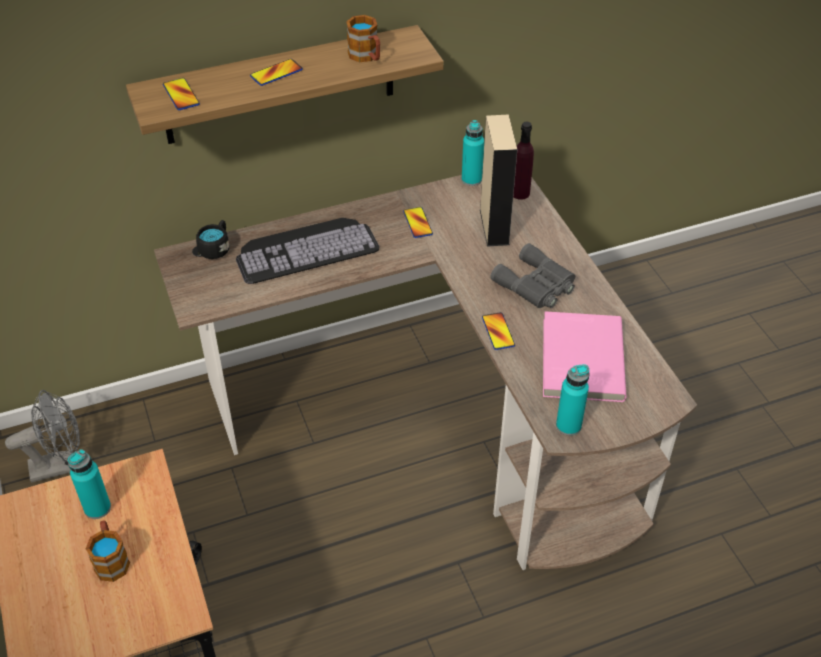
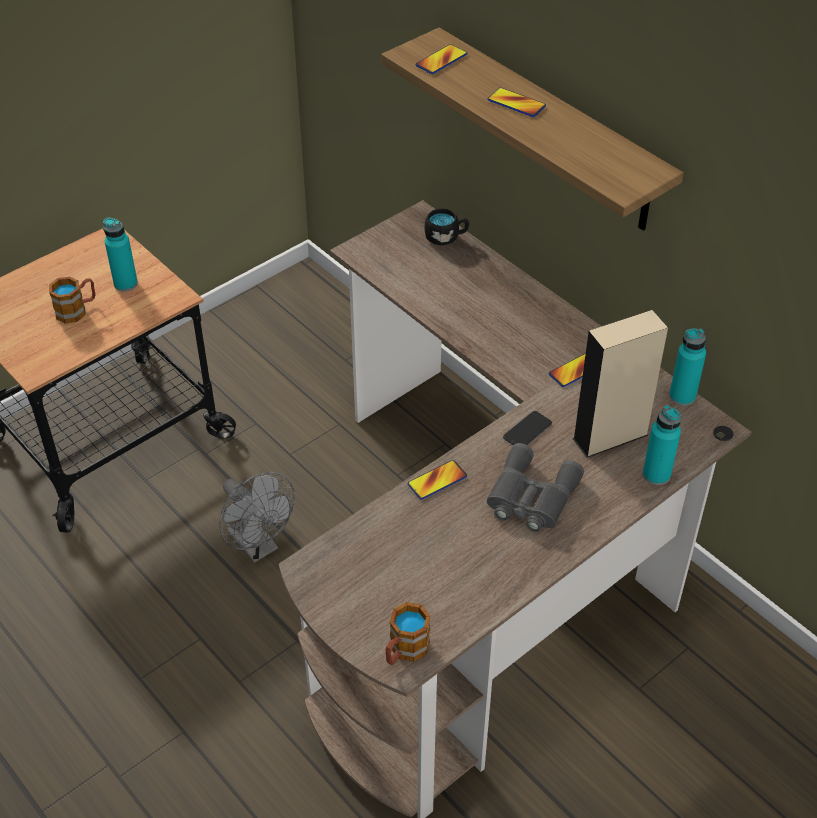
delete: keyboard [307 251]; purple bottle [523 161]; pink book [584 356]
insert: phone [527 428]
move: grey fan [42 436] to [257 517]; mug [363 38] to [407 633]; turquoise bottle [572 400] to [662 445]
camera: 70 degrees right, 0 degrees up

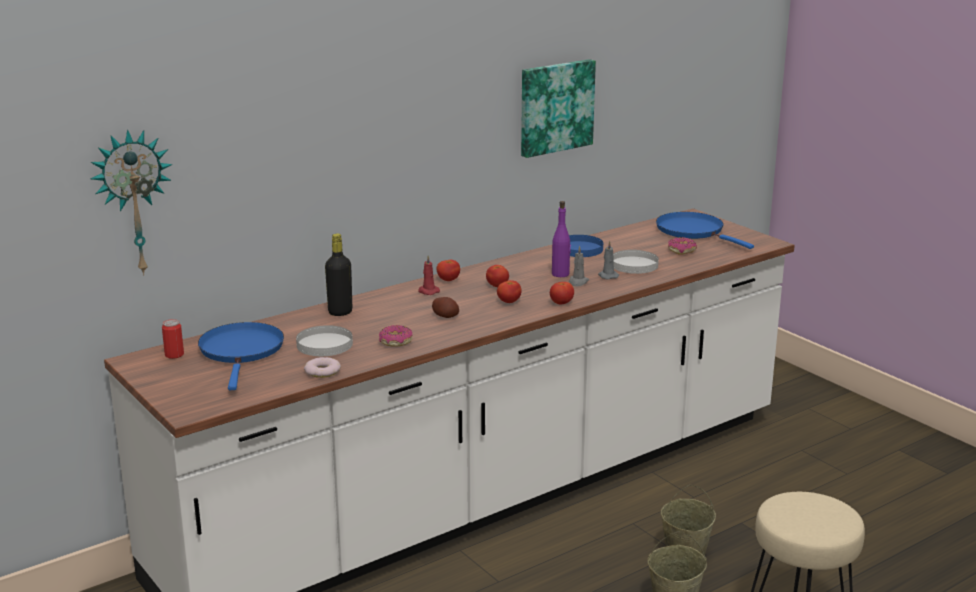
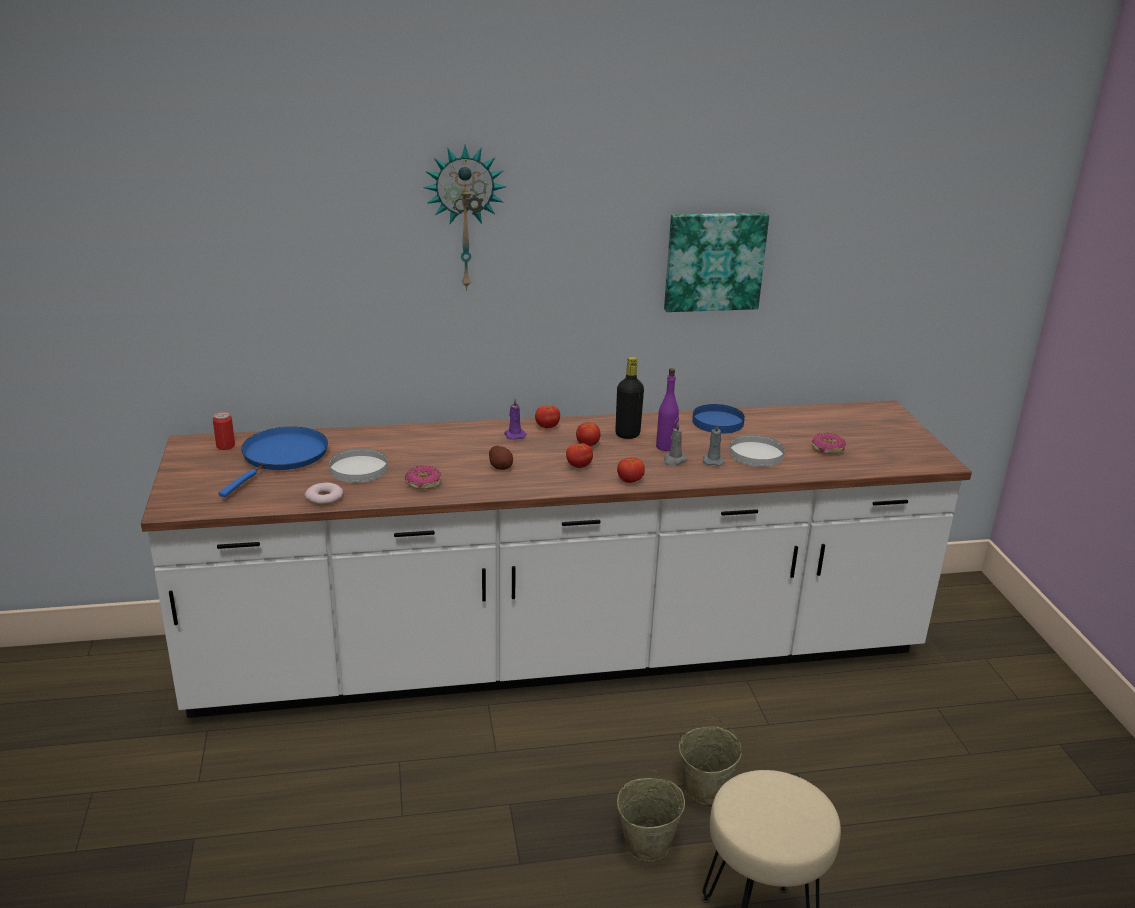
delete: blue frying pan [705 230]
move: wall clock [131 202] to [465 218]; black bottle [338 275] to [629 398]
recolor: red candle [429 275] to purple candle [515 419]
camera: 25 degrees right, 5 degrees up

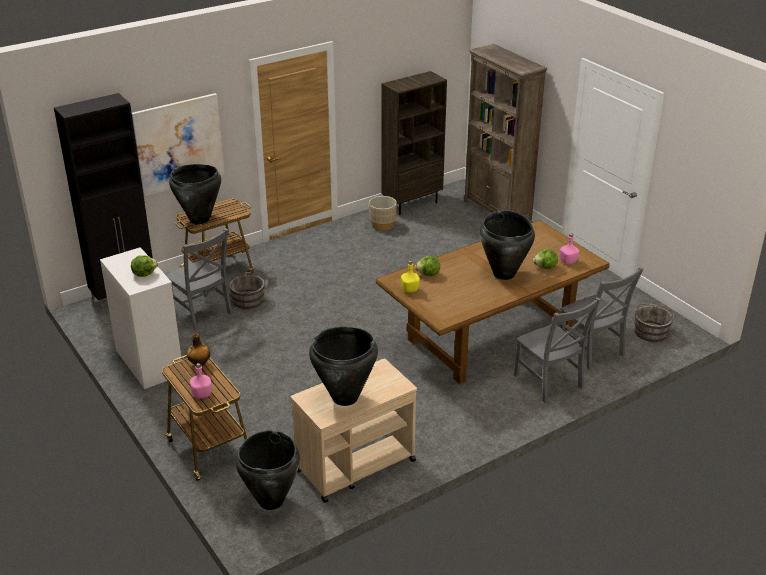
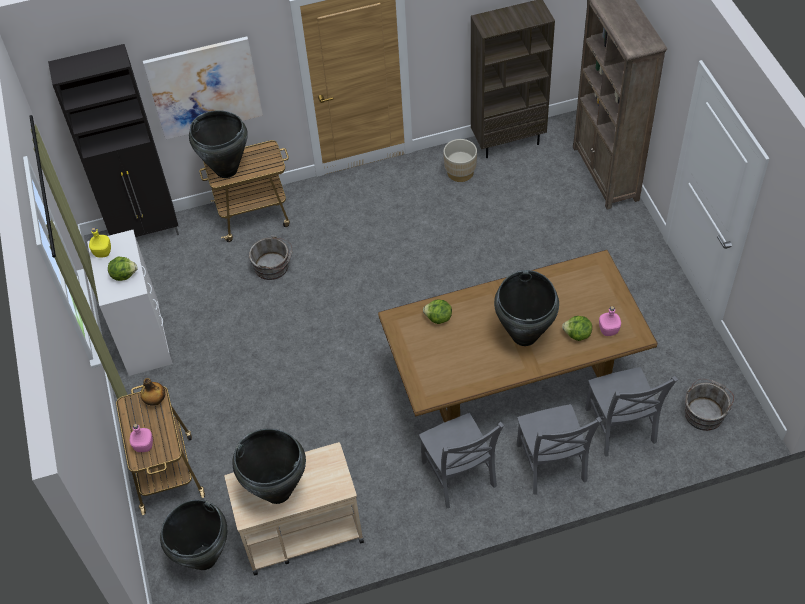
move: grey chair [199 279] to [461 460]; yellow bottle [410 277] to [100 243]
camera: 20 degrees right, 20 degrees up

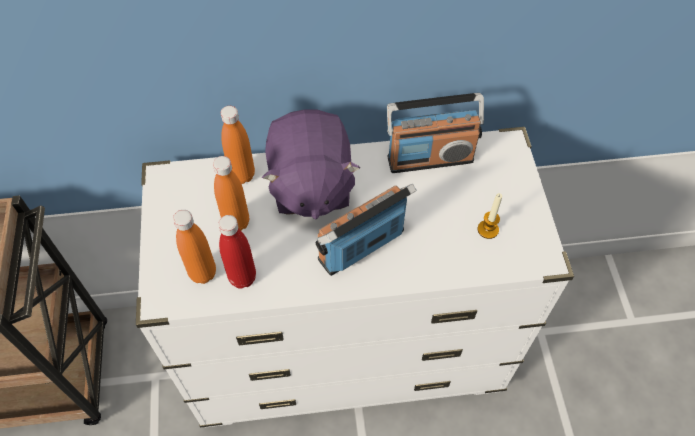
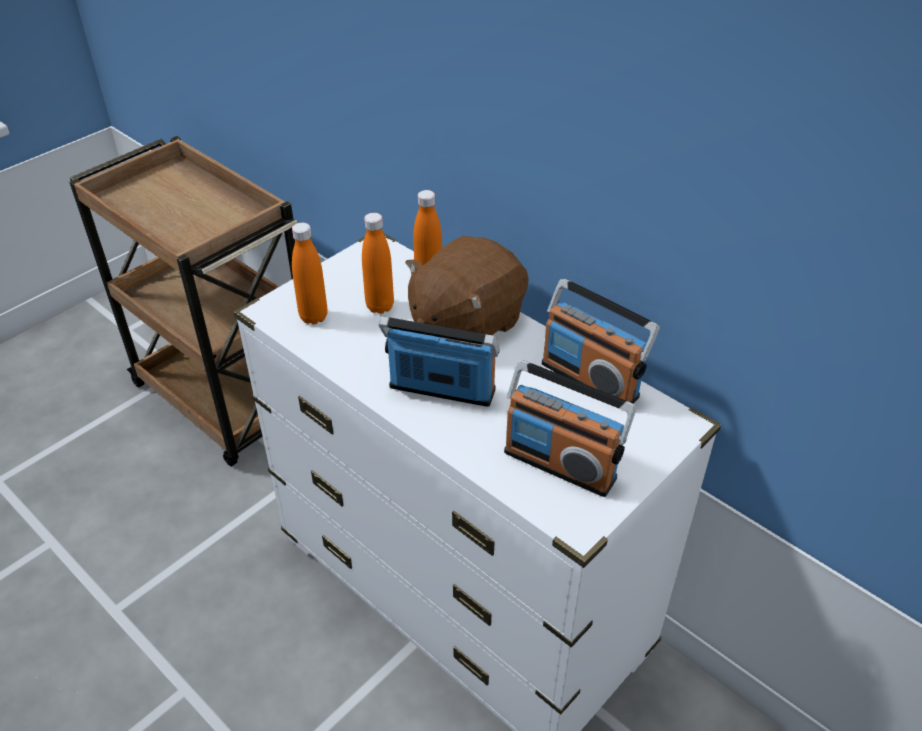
delete: red bottle [237 252]
replace: candle [490 216] to radio [570 428]
recolor: purple plush toy [311 164] to brown plush toy [467 285]
camera: 50 degrees right, 15 degrees down

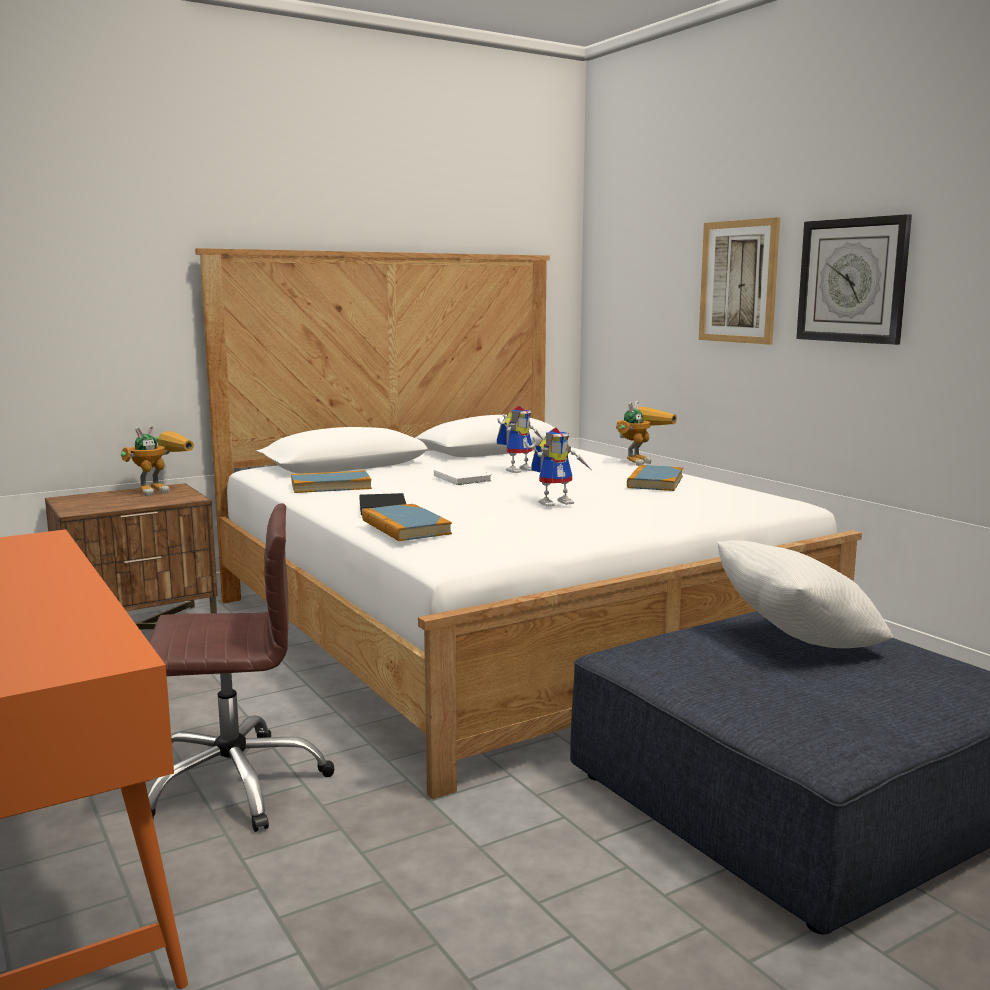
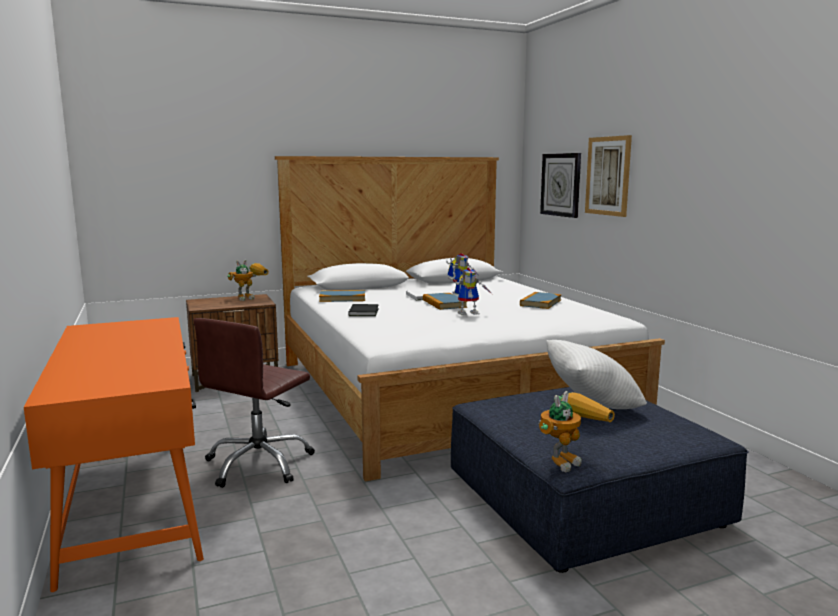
move: book [407 522] to [445 301]; toy robot [646 433] to [576 431]; wall clock [854 279] to [560 185]
rotate: brown office chair [241 667] = [254 403] 120 degrees clockwise
camera: 10 degrees right, 0 degrees up

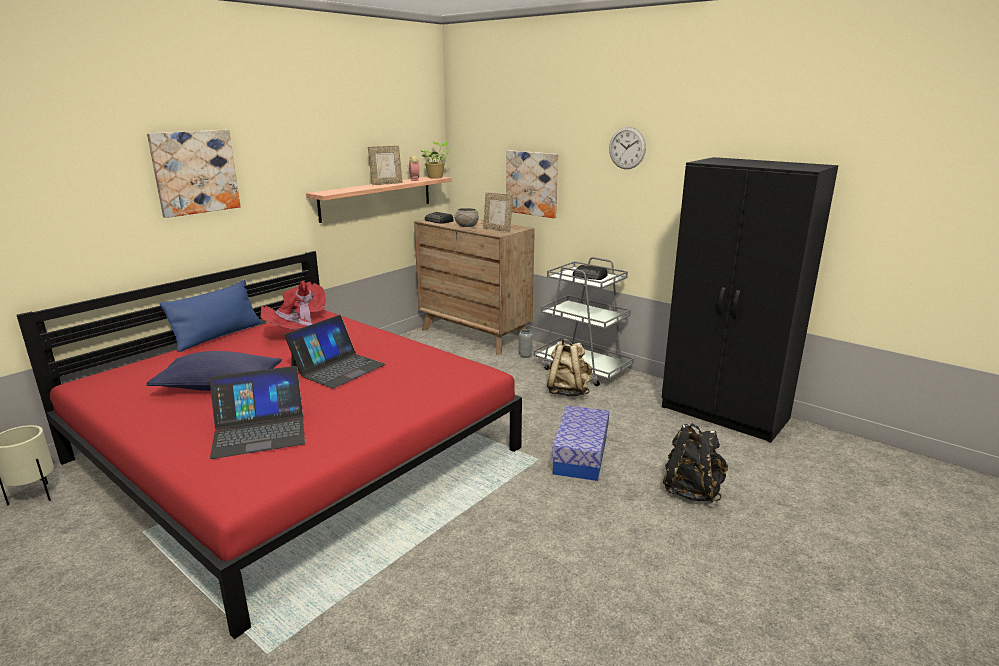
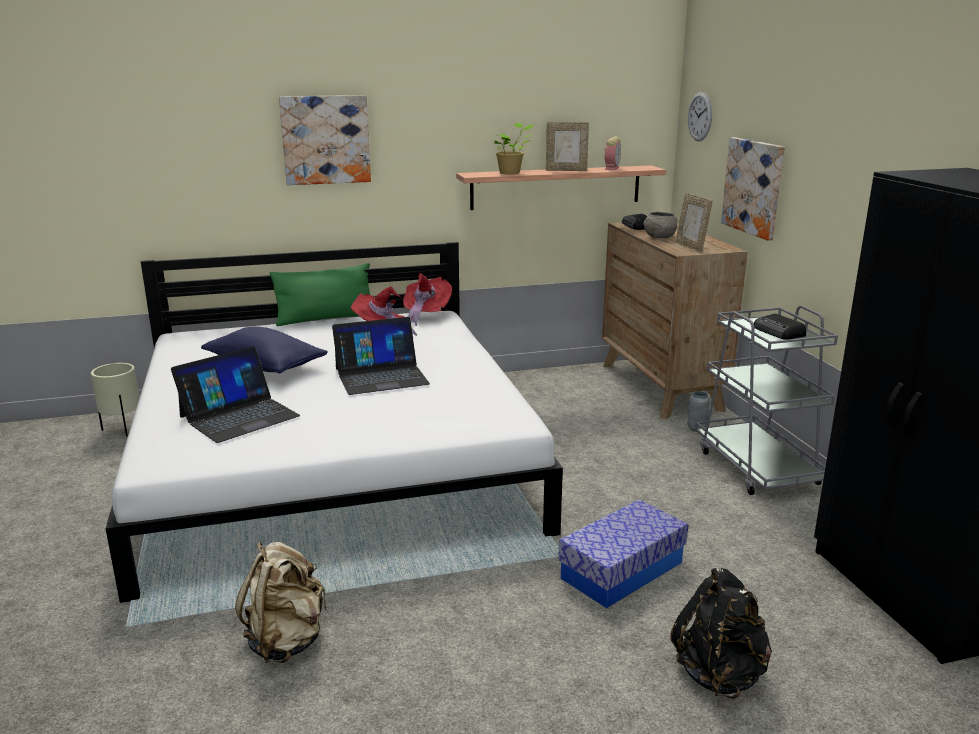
move: potted plant [436 160] to [514 149]; beige backpack [569 367] to [281 602]; wall clock [627 148] to [700 116]
recolor: red bed [269 445] to white bed [334 422]; blue pillow [210 316] to green pillow [320 294]
rotate: laptop [257 412] = [235 394] 60 degrees counterclockwise
camera: 35 degrees right, 0 degrees up

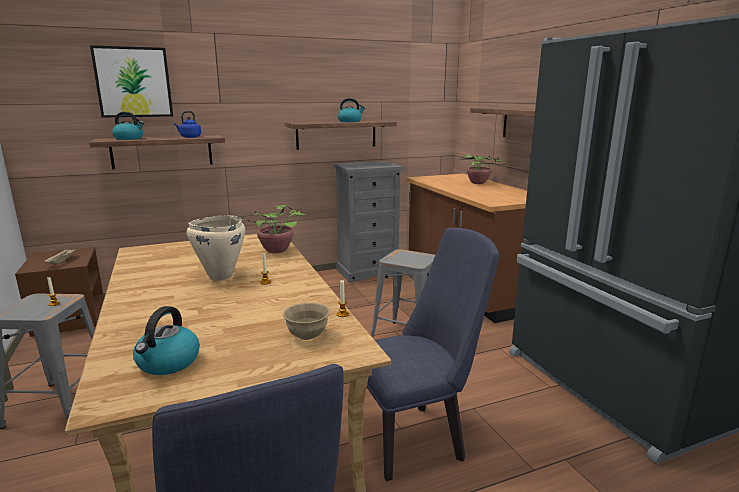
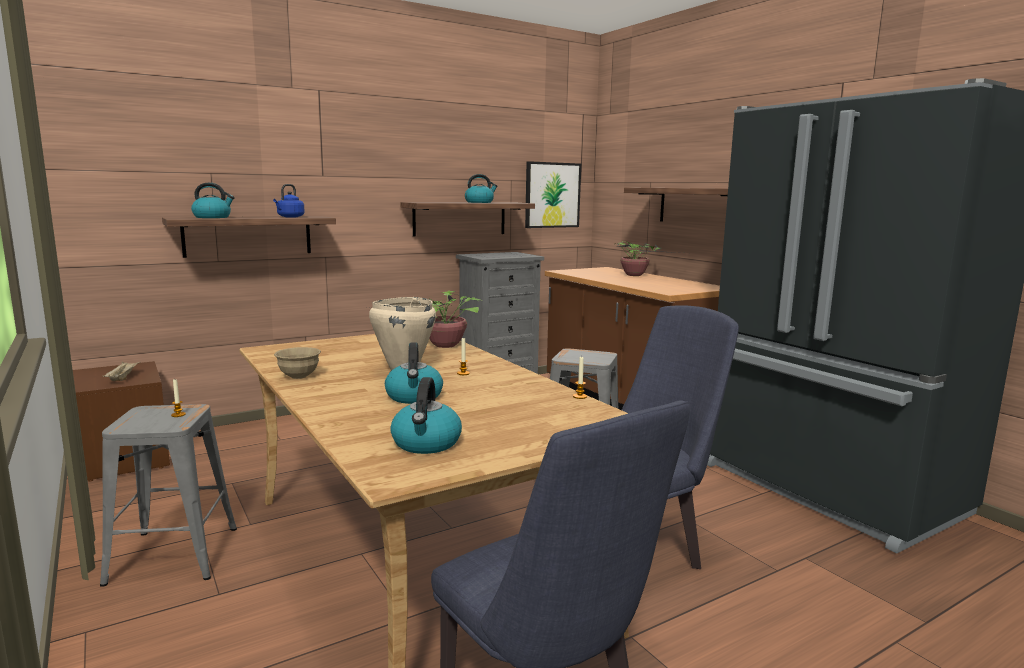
insert: kettle [414 373]
move: picture [131 81] to [553 194]; beige bowl [306 321] to [297 363]
camera: 10 degrees left, 5 degrees down

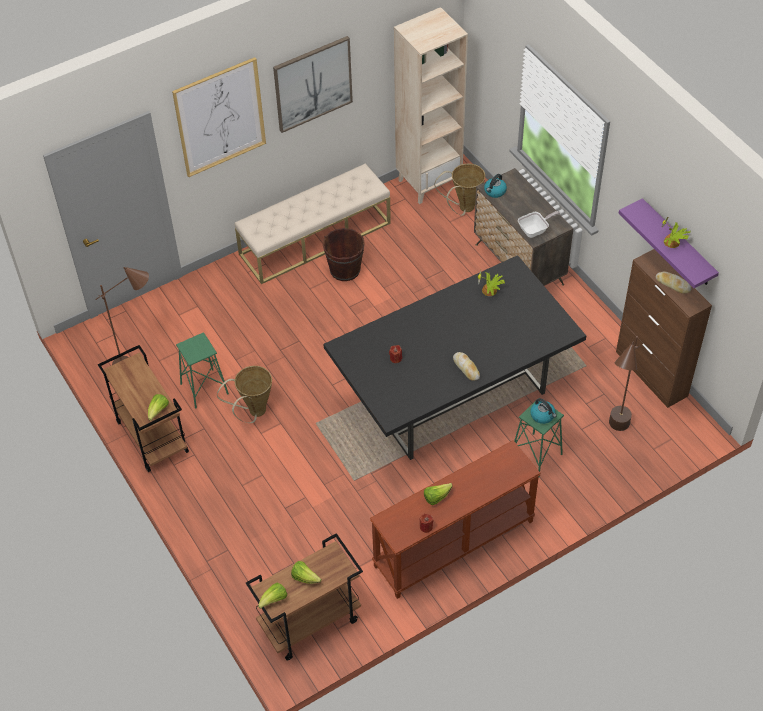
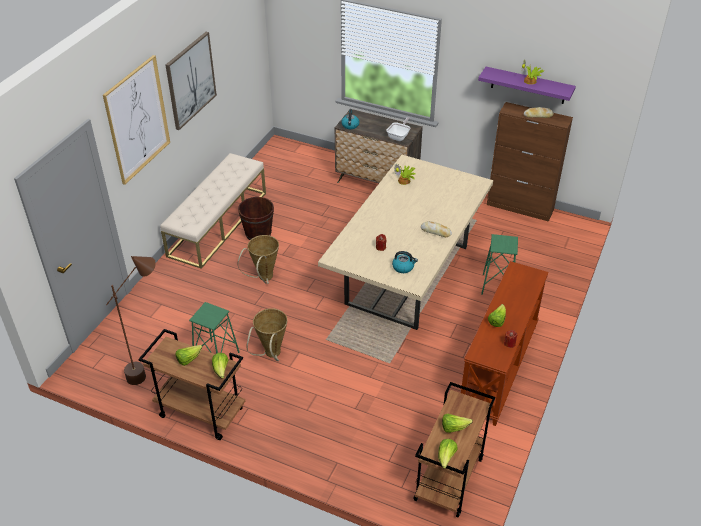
delete: beige bookcase [431 105]; brown floor lamp [624 383]
insert: lettuce [189 355]
move: basket [460 190] to [258 259]; kettle [543 411] to [405 262]
recolor: black dining table [454 357] to beige dining table [405 242]
camera: 35 degrees left, 10 degrees down

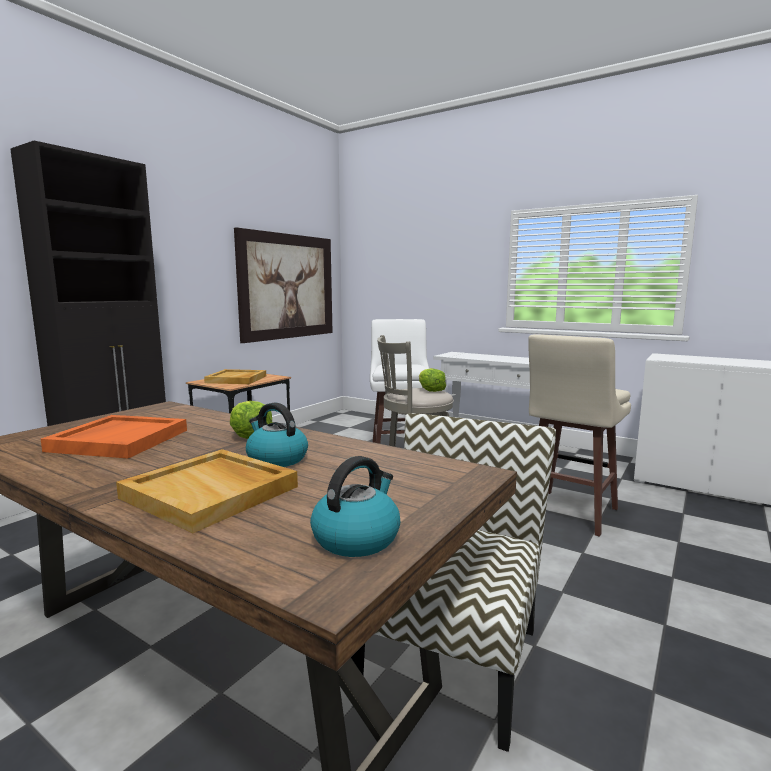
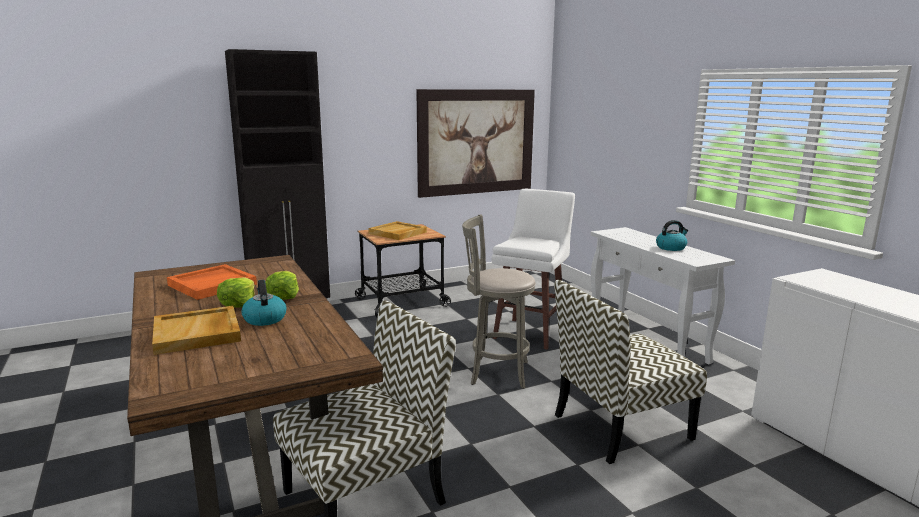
move: kettle [355 506] to [672 235]; lettuce [432 380] to [235 292]
replace: beige stool [580 435] to chair [630 372]
camera: 30 degrees right, 5 degrees up

